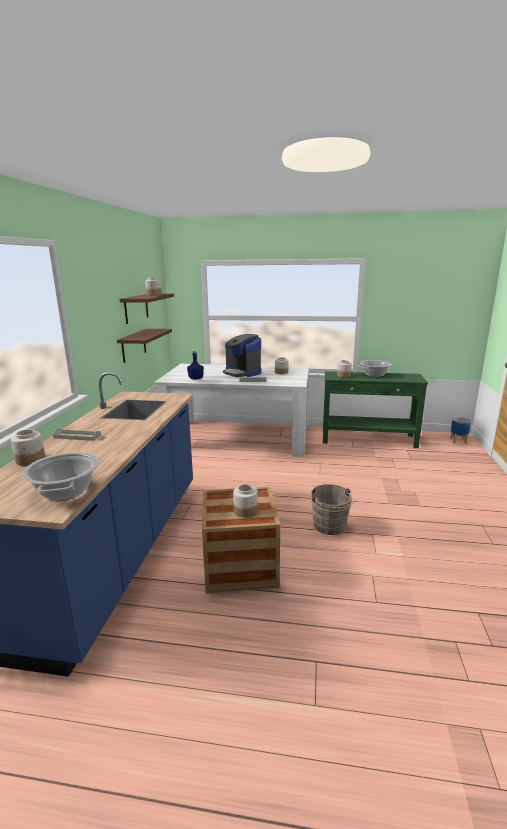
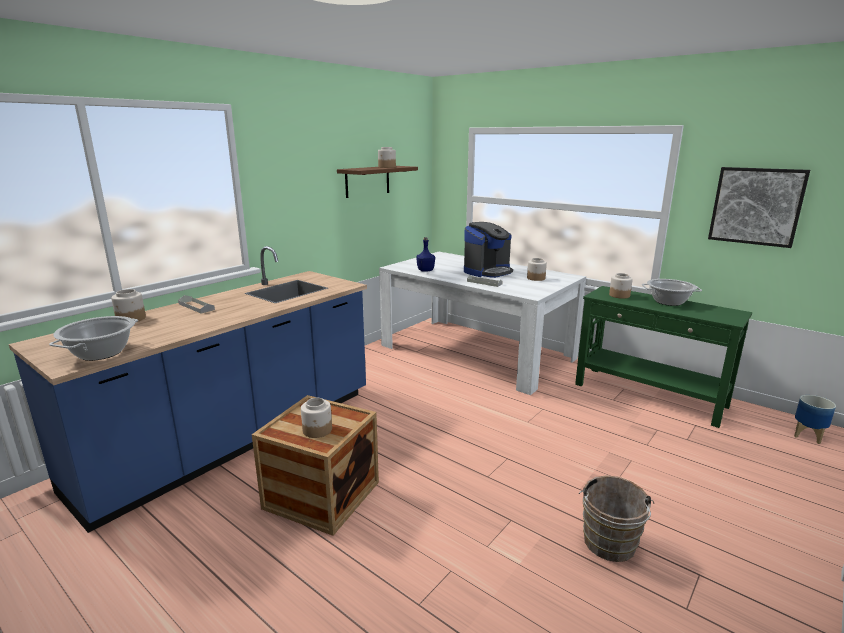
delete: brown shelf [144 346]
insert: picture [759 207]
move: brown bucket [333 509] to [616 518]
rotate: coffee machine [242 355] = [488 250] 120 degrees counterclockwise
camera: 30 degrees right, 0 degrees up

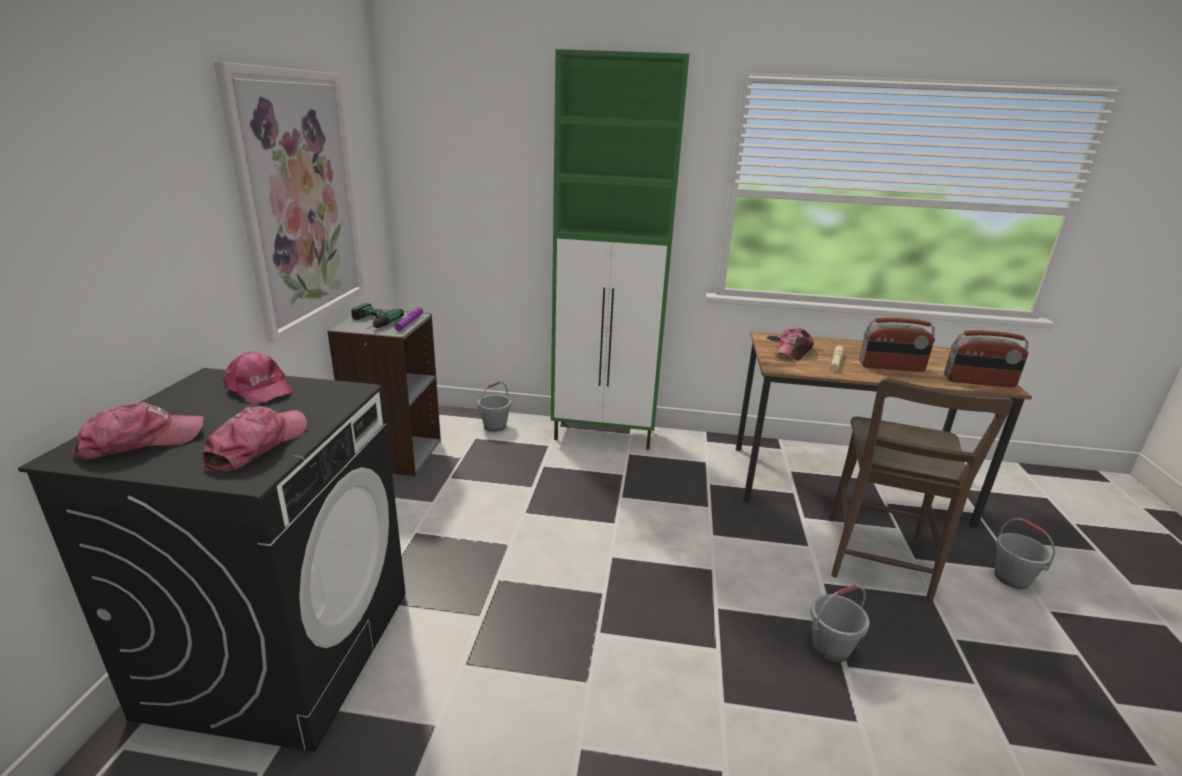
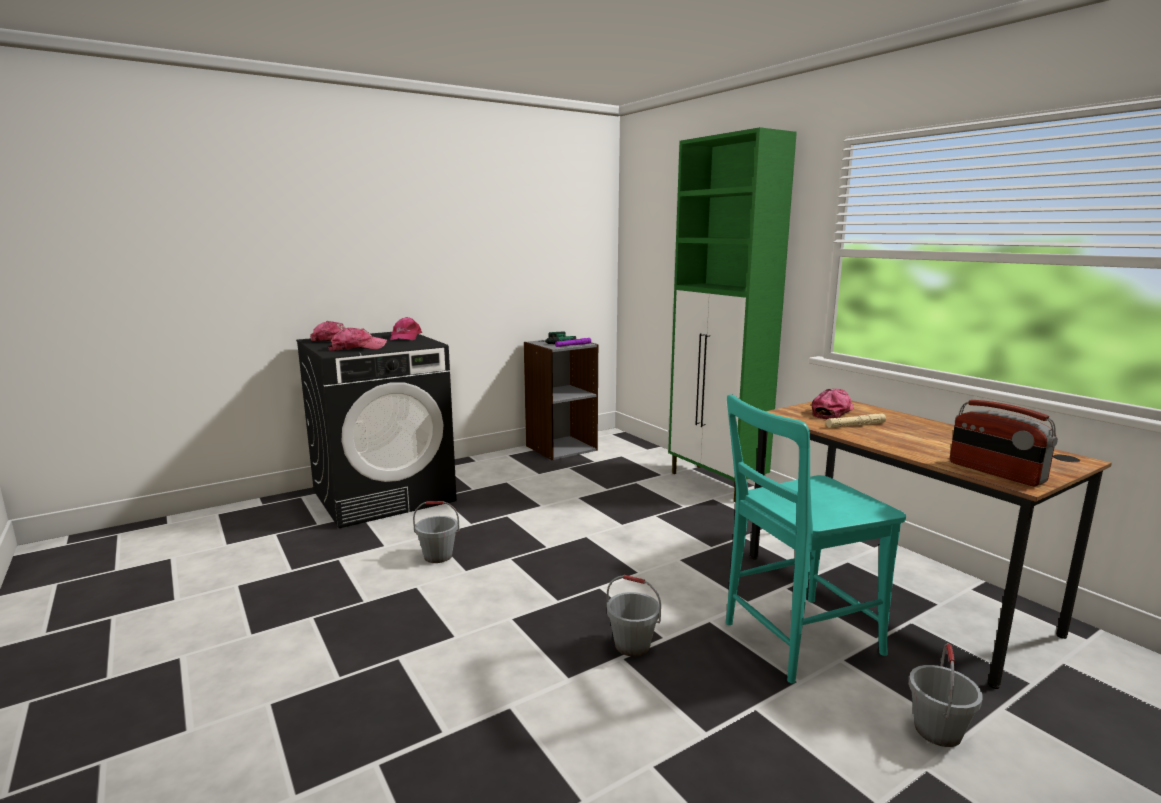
delete: picture [289 202]; radio [897 345]
move: grey bucket [494 406] to [436 532]
recolor: brown chair [921 489] to turquoise chair [816 539]
rotate: cap [794 344] = [832 404] 135 degrees clockwise
camera: 50 degrees right, 10 degrees down

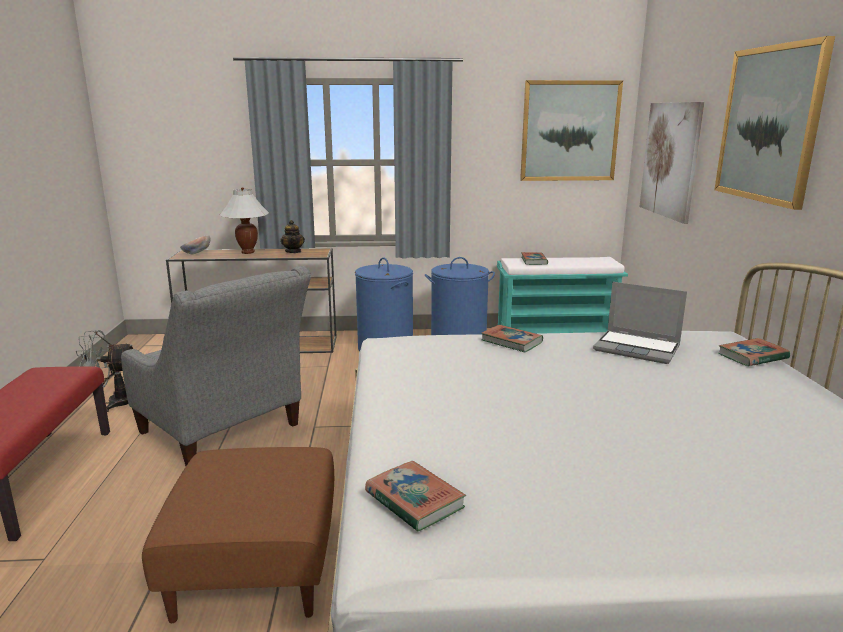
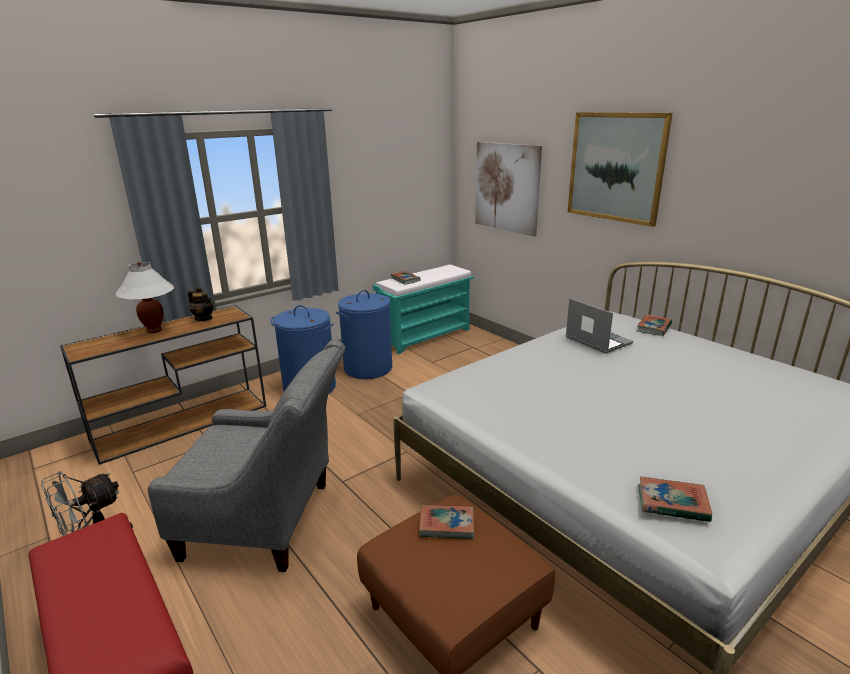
delete: bowl [195 244]; picture [571 130]
move: book [512 338] to [446 522]
rotate: laptop [640 323] = [599 326] 120 degrees counterclockwise
camera: 35 degrees left, 5 degrees up

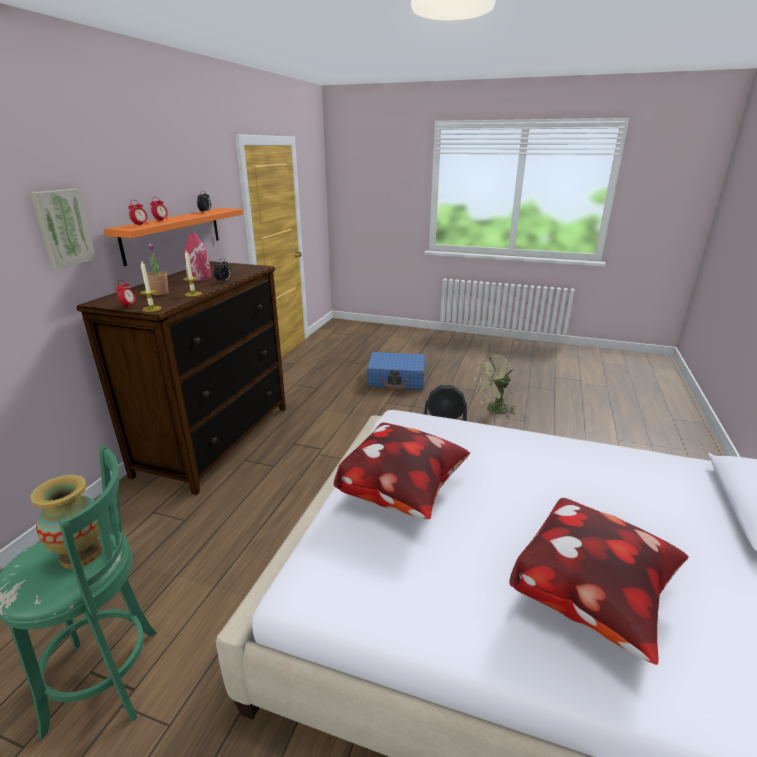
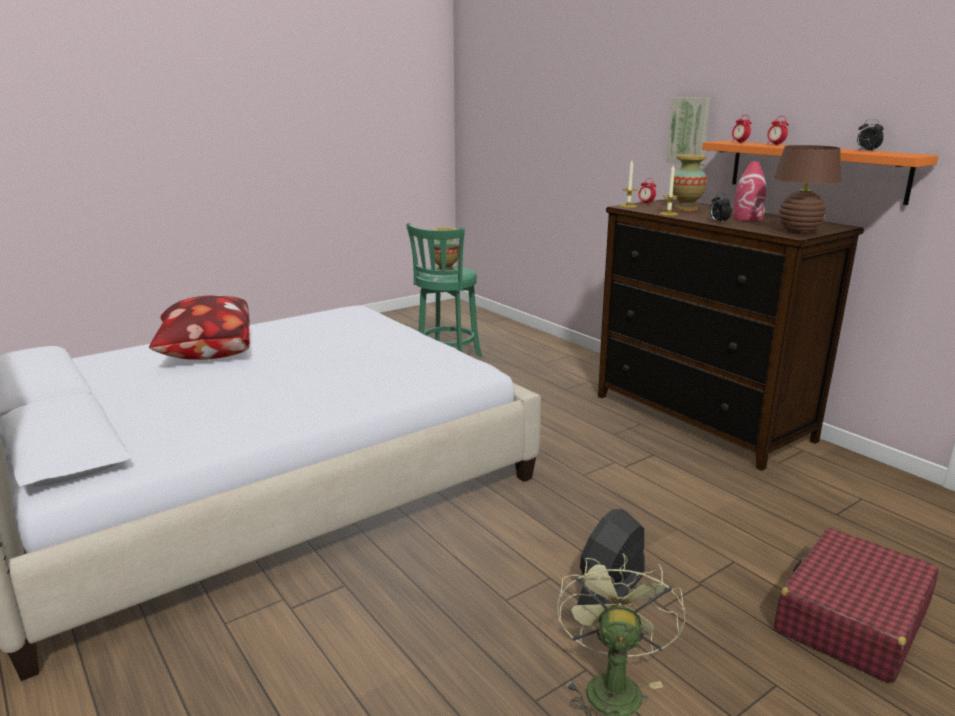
delete: pillow [402 471]
insert: brown table lamp [807 189]
replace: potted plant [158 269] to vase [690 183]
recolor: blue suitcase [395 370] to red suitcase [856 606]
camera: 125 degrees right, 5 degrees down

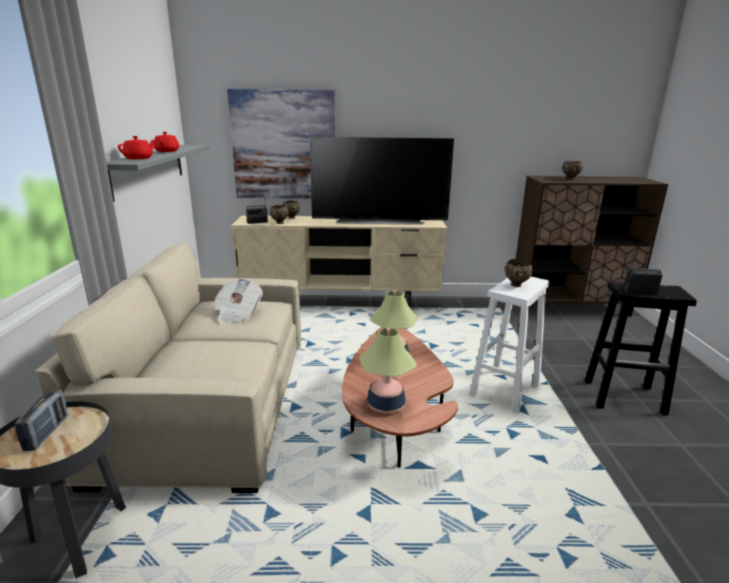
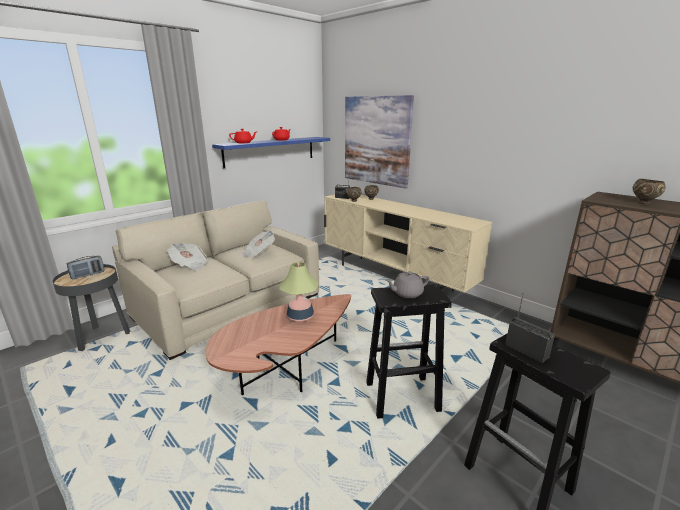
delete: television [382 181]; table lamp [388 370]
insert: newspaper [188 257]
replace: brown bowl [518 273] to grey teapot [407 284]
recolor: grey shelf [157 173] to blue shelf [271 152]; white stool [509 345] to black stool [409 351]
camera: 45 degrees right, 0 degrees up

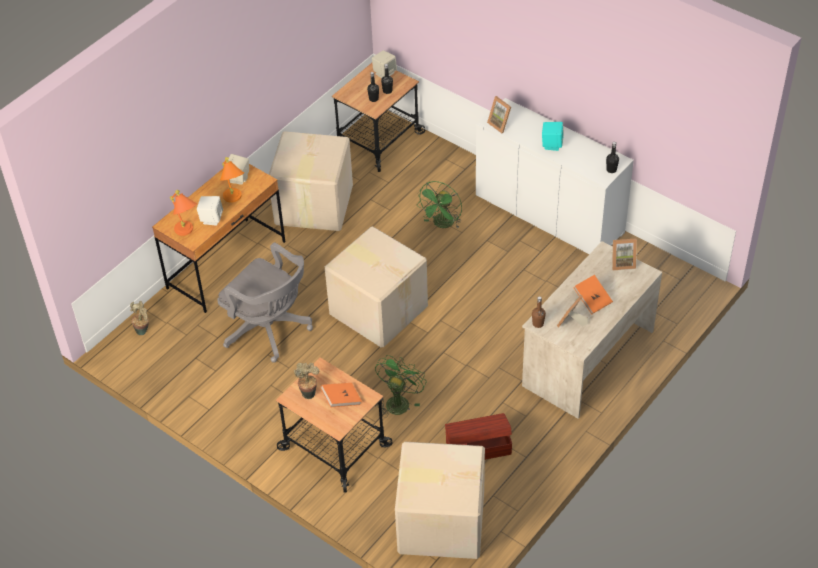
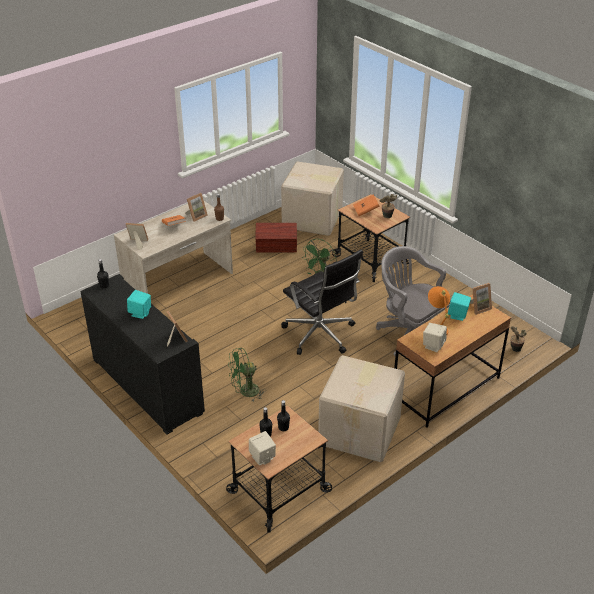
replace: orange table lamp [183 213] to picture frame [481 299]; cardboard box [376 287] to black office chair [322 302]
recolor: white speaker [210 211] to turquoise speaker [459 306]; white cabinet [555 176] to black cabinet [142 354]
rotate: green fan [440 204] = [247 375] 150 degrees counterclockwise
camera: 170 degrees left, 10 degrees down

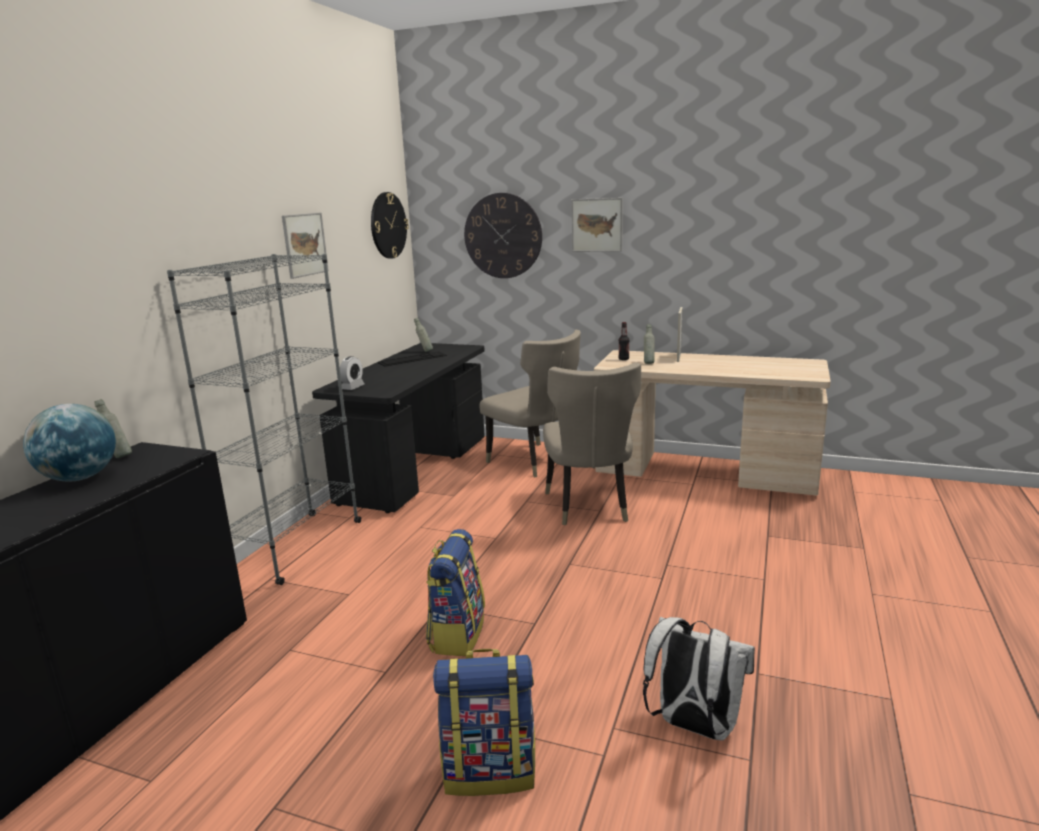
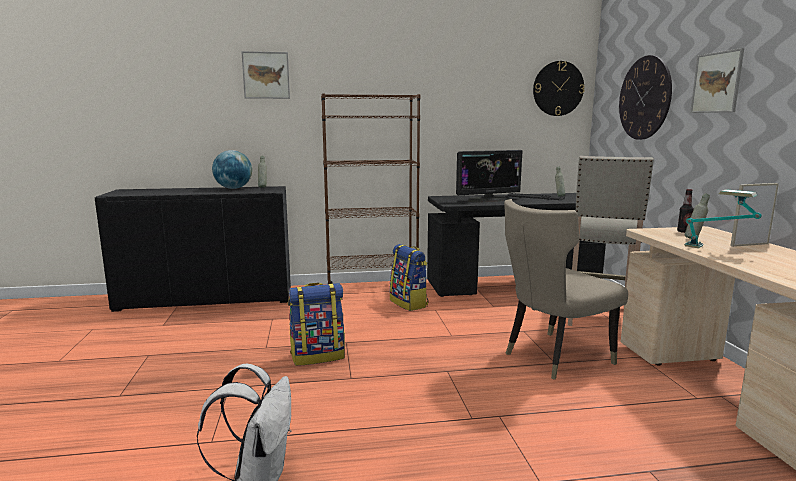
delete: alarm clock [352 373]
insert: monitor [489 176]; table lamp [723 218]
move: picture [305 246] to [265 75]; backpack [484 722] to [409 277]
replace: beige chair [530 404] to beige stool [611 241]
recolor: grey bookcase [264 419] to brown bookcase [371 188]
camera: 60 degrees right, 5 degrees down

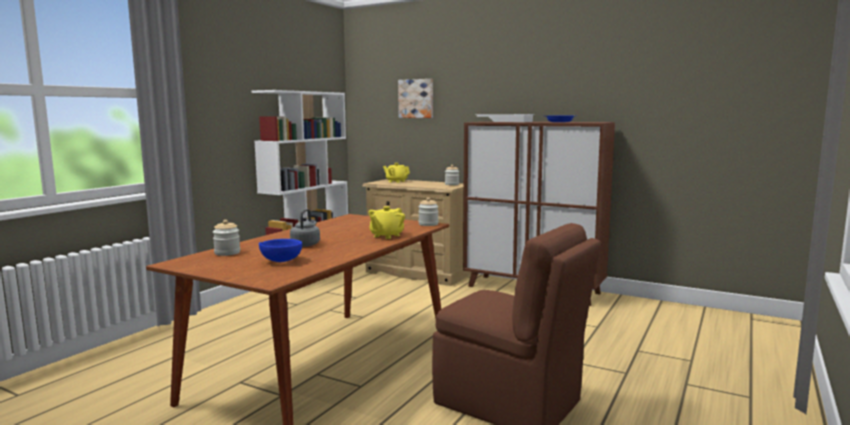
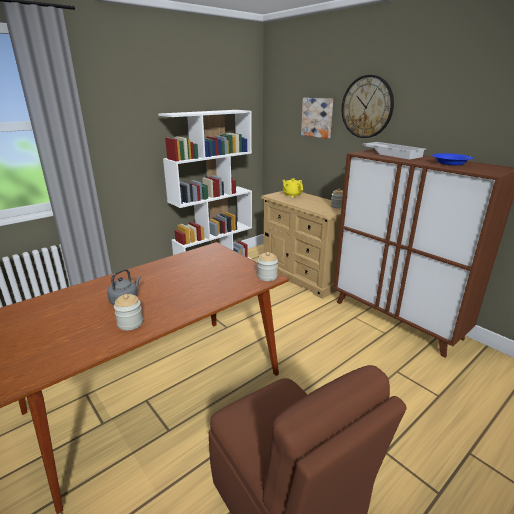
delete: blue bowl [280 250]; yellow teapot [387 222]
insert: wall clock [368 106]
move: jar [226 238] to [128 312]
camera: 20 degrees right, 15 degrees up

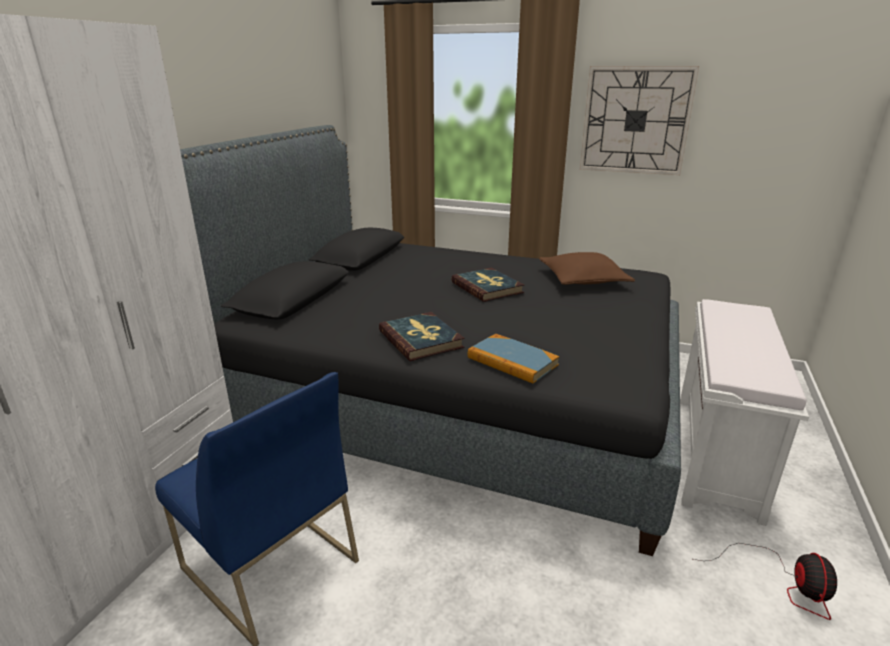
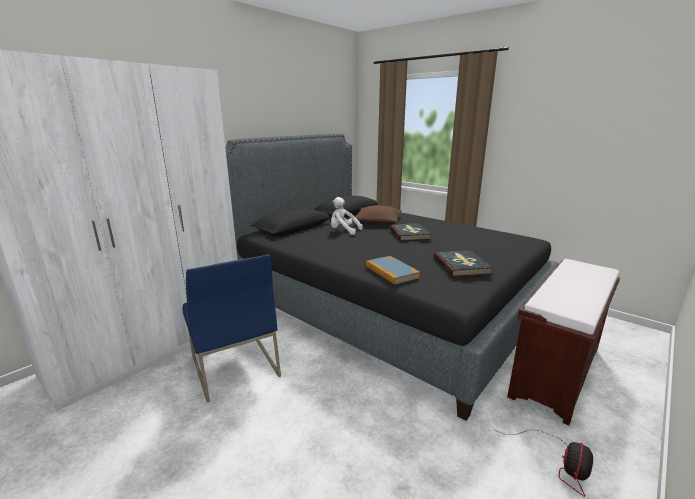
delete: wall clock [639 120]
insert: white plush toy [347 216]
move: book [422 336] to [463 263]; brown pillow [587 268] to [378 214]
recolor: white bench [744 412] to brown bench [563 342]
camera: 20 degrees right, 5 degrees down

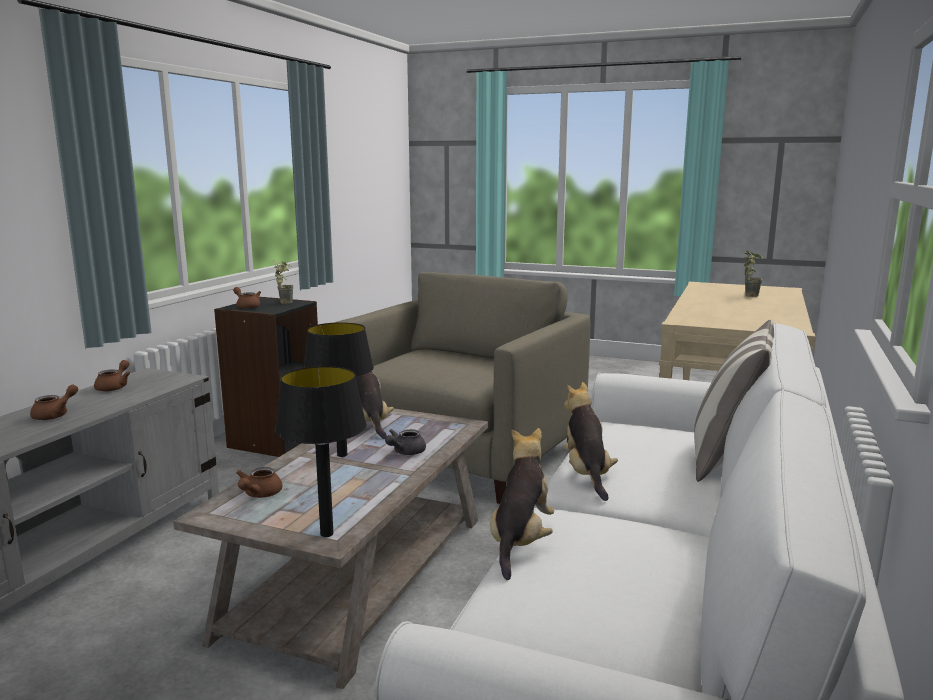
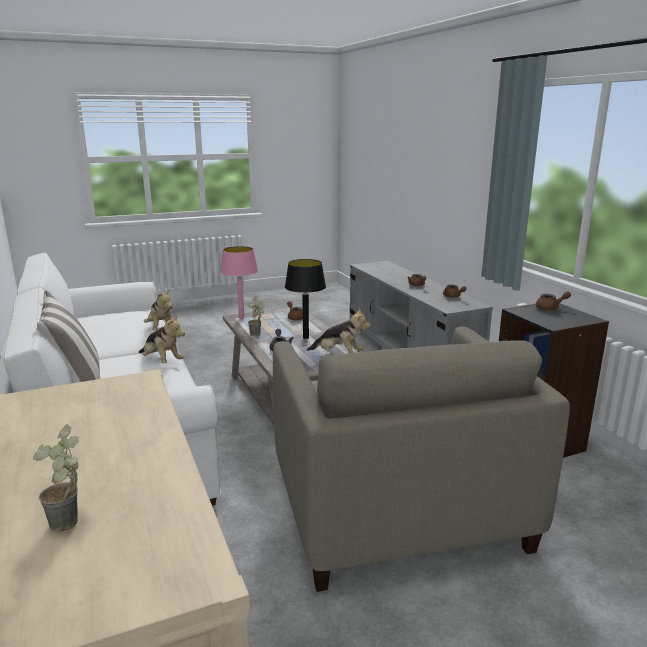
move: potted plant [283 282] to [256 316]
recolor: black table lamp [320 451] to pink table lamp [239 282]
camera: 135 degrees right, 5 degrees up

